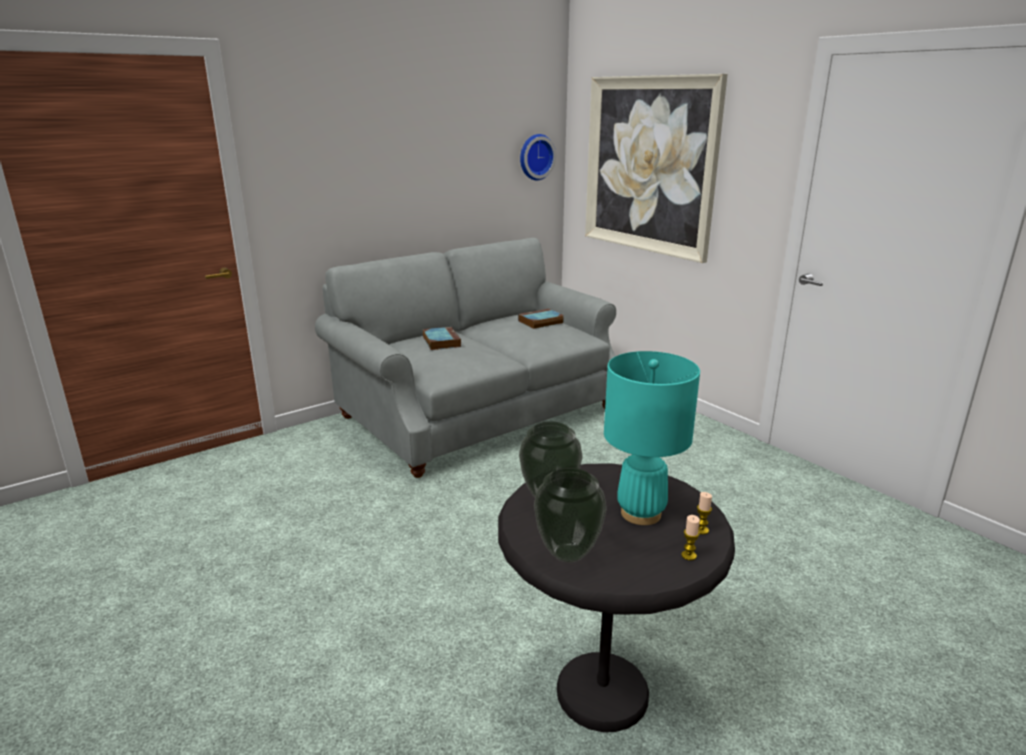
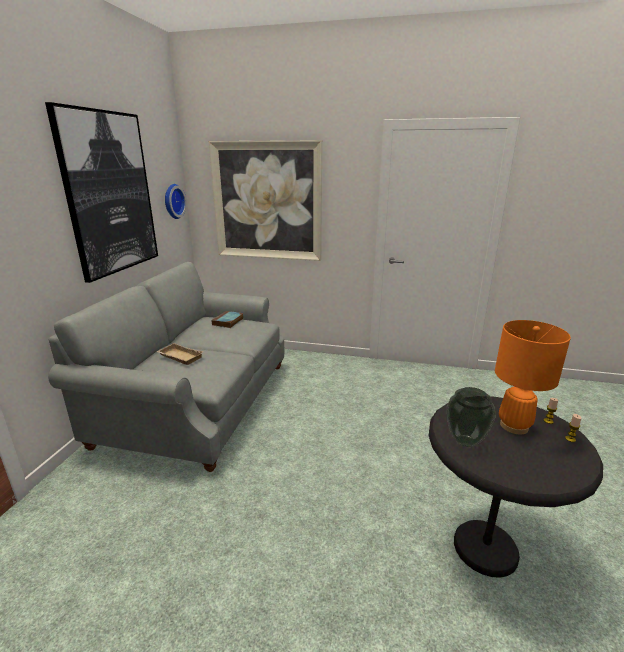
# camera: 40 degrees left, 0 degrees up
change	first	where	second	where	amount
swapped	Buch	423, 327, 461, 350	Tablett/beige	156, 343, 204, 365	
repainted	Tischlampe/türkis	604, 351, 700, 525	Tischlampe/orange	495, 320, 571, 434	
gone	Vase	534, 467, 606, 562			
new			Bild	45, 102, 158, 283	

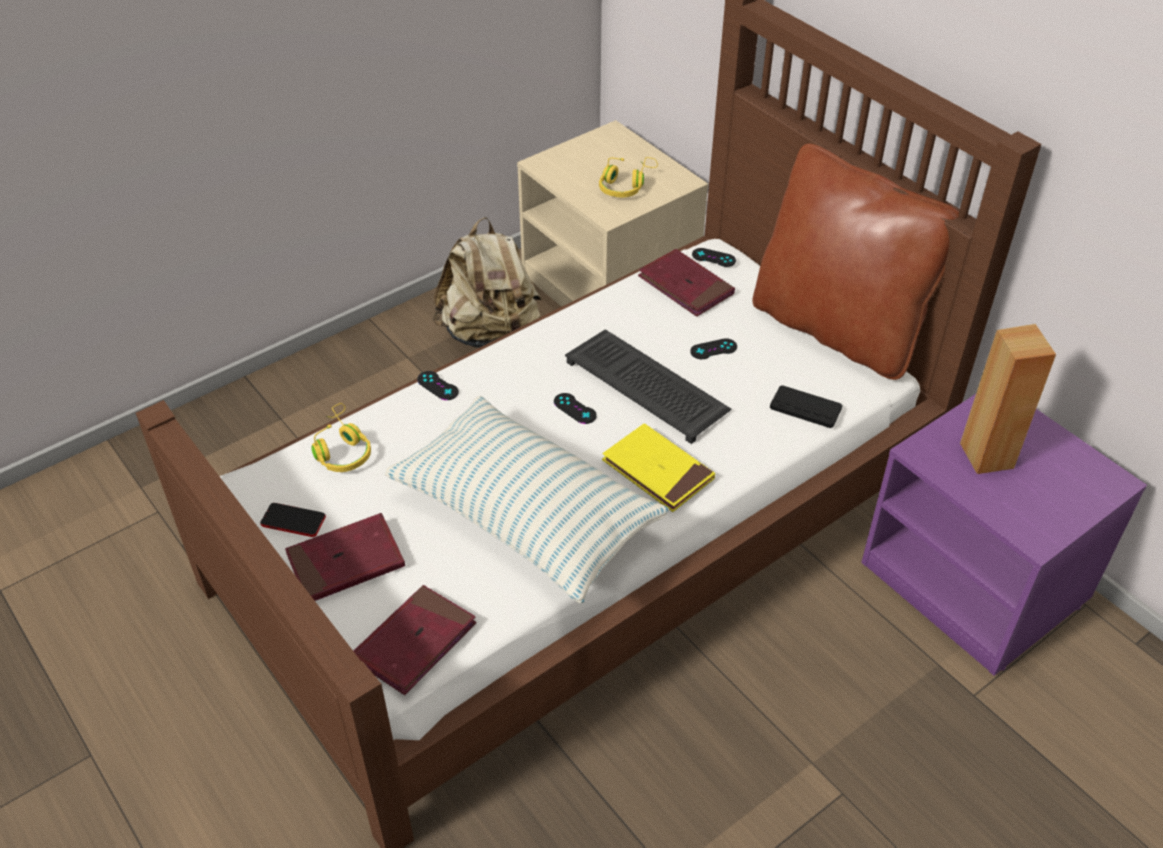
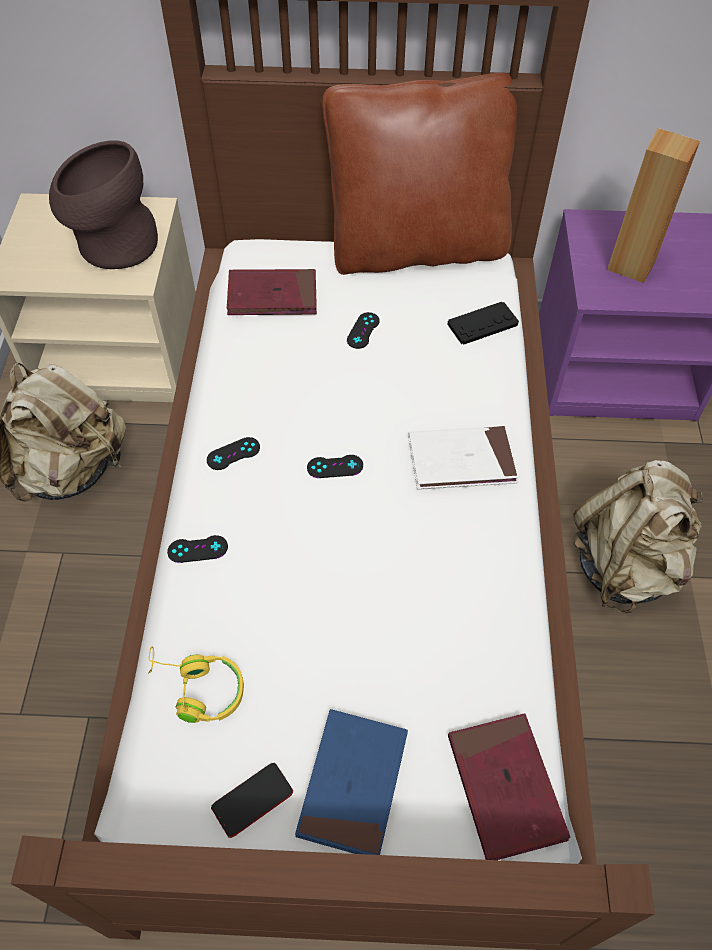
# camera: 50 degrees left, 10 degrees up
change	first	where	second	where	amount
swapped	Kopfhörer/gelb	599, 157, 658, 197	Vase/braun	49, 140, 158, 269	
shifted	Gamepad/schwarz	692, 248, 736, 267		207, 437, 260, 470	
gone	Tastatur	565, 329, 731, 444			
gone	Kissen	385, 396, 669, 604			
repainted	Buch/gelb	602, 423, 715, 512	Buch/weiß	408, 426, 520, 490	
repainted	Buch/rot	285, 513, 405, 601	Buch/blau	295, 709, 408, 855	
new			Rucksack/beige	573, 460, 702, 613	

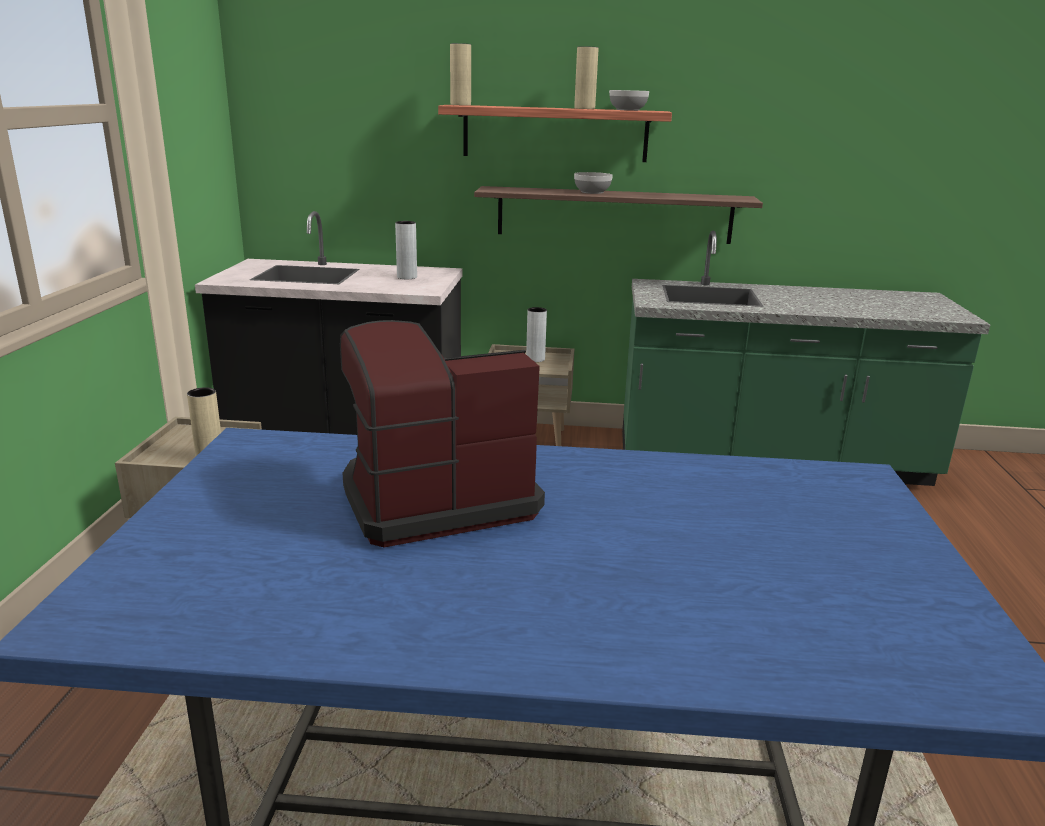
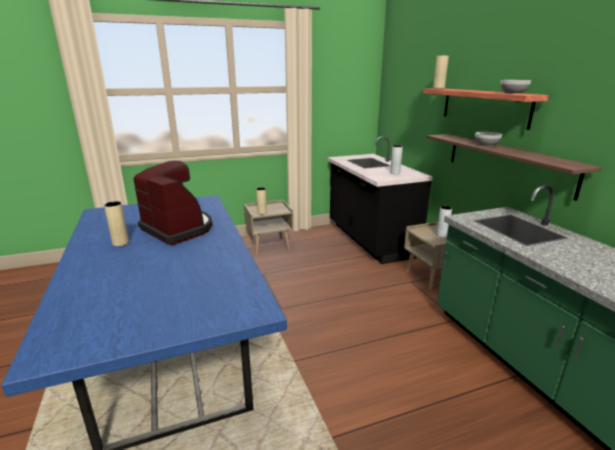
# camera: 65 degrees right, 0 degrees up
change	first	where	second	where	amount
shifted	Vase/beige	574, 46, 599, 109		104, 201, 129, 246	

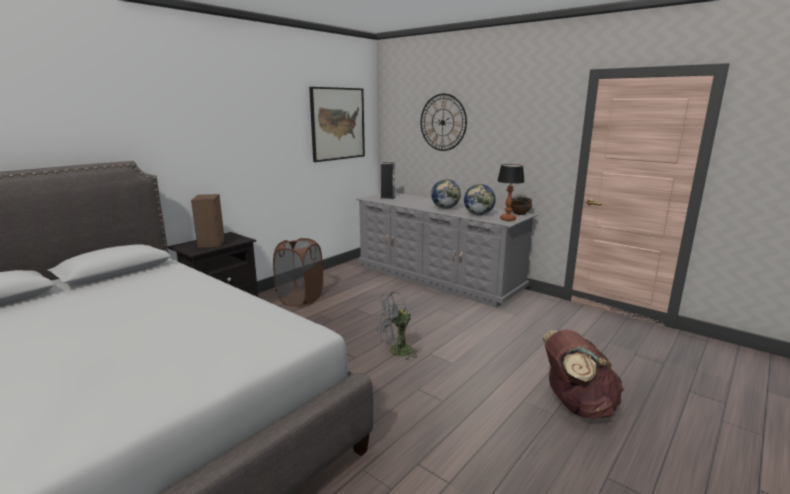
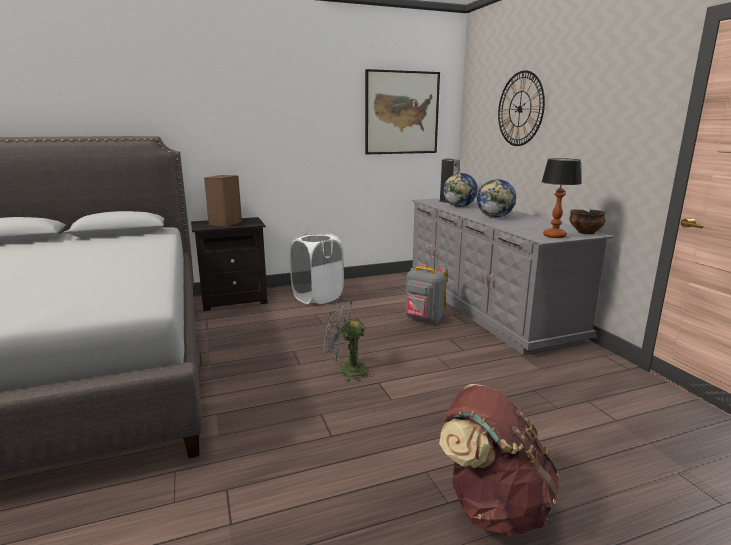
# camera: 30 degrees right, 0 degrees up
change	first	where	second	where	amount
shifted	Globus	464, 184, 496, 215		443, 173, 478, 207	
repainted	Wäschekorb/braun	273, 238, 323, 307	Wäschekorb/weiß	290, 233, 344, 304	
new			Rucksack/grau	405, 264, 447, 324	

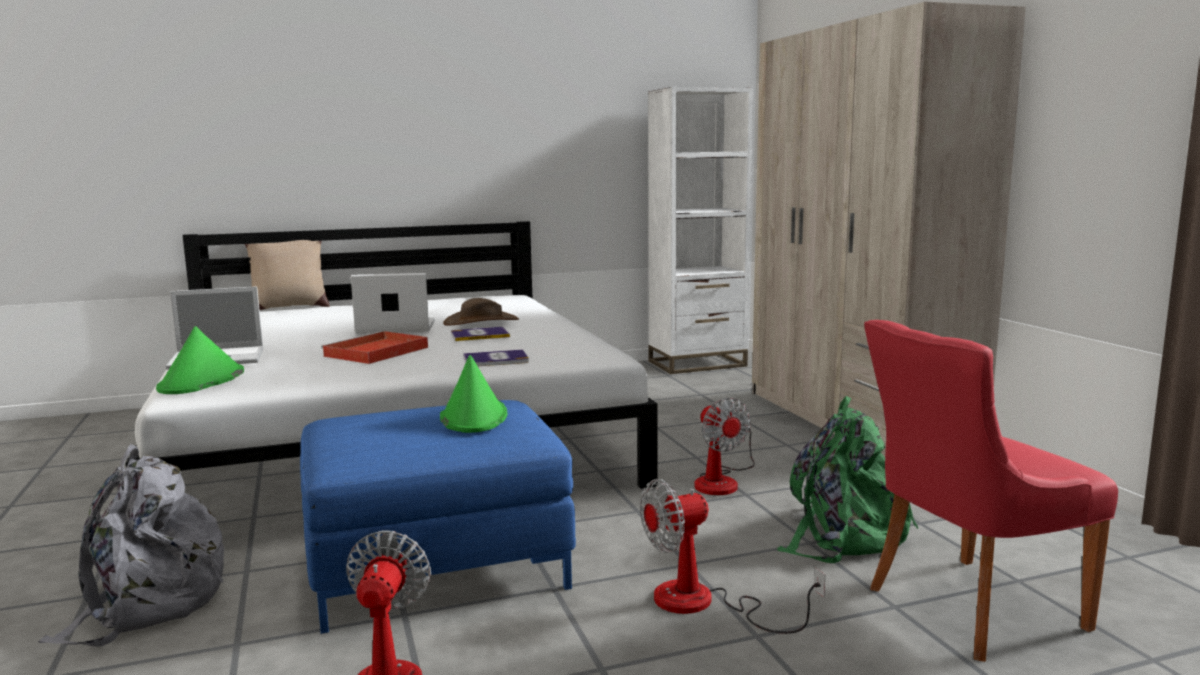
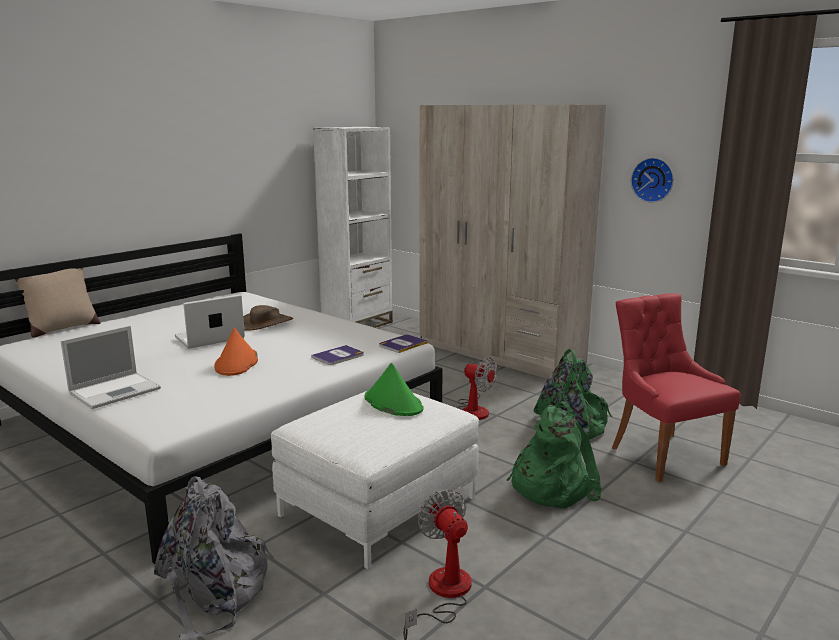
# camera: 30 degrees left, 5 degrees up
change	first	where	second	where	amount
rotated	Stuhl/rot	864, 320, 1118, 662		612, 293, 741, 482	120 degrees clockwise
gone	Hut/grün	156, 326, 244, 394			
shifted	Buch	451, 327, 510, 341		379, 335, 428, 353	
swapped	Tablett/rot	321, 331, 428, 364	Hut/orange	214, 327, 258, 376	
repainted	Polsterhocker/blau	300, 400, 576, 634	Polsterhocker/weiß	271, 391, 479, 569	
swapped	Ventilator	640, 479, 825, 634	Rucksack/grün	507, 401, 602, 508	
new			Wanduhr	631, 158, 674, 203	

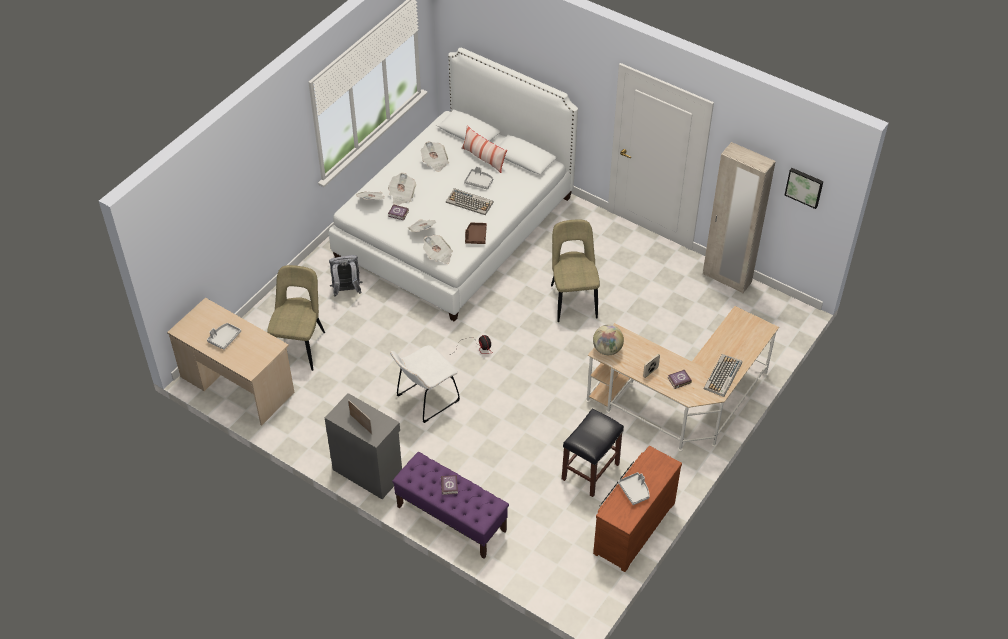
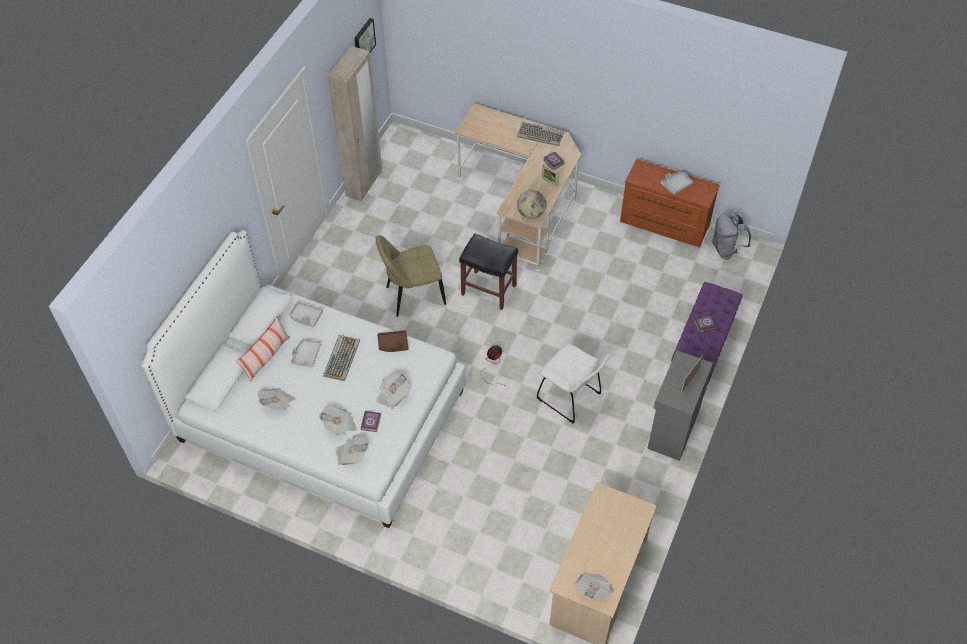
# camera: 100 degrees left, 5 degrees up
change	first	where	second	where	amount
shifted	Zeitung	423, 235, 453, 264		574, 572, 612, 599	
shifted	Rucksack/grau	329, 255, 362, 297		712, 212, 751, 259	
gone	Stuhl/beige	267, 265, 325, 371			
shifted	Tablett/grau	207, 323, 241, 350		290, 302, 323, 327	
shifted	Hocker/schwarz	562, 409, 624, 497		459, 233, 518, 310	

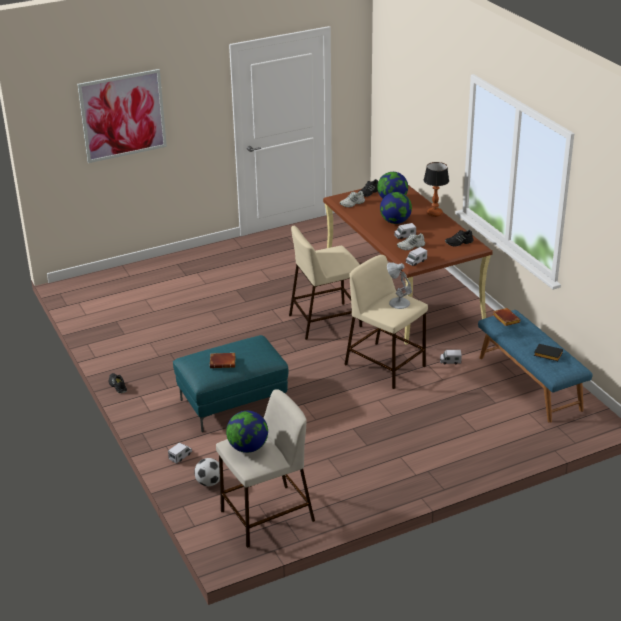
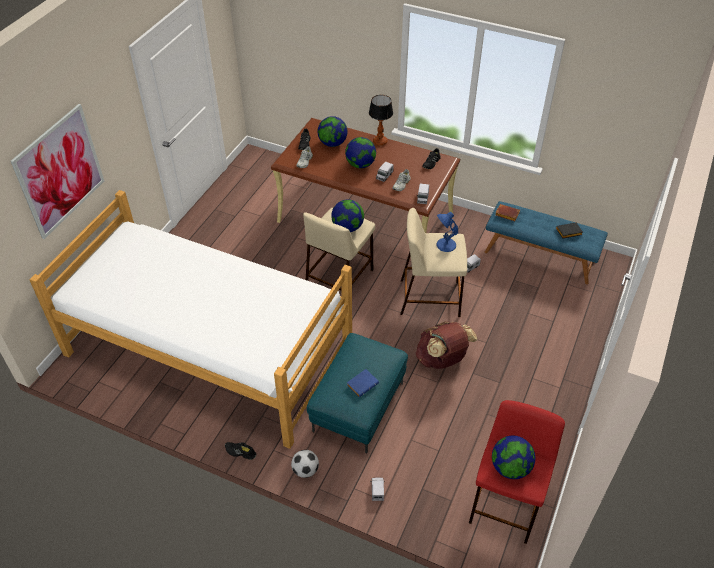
# camera: 40 degrees left, 15 degrees up
change	first	where	second	where	amount
repainted	Tischlampe/weiß	387, 262, 412, 309	Tischlampe/blau	436, 212, 458, 252	
repainted	Buch/braun	210, 353, 235, 368	Buch/blau	347, 369, 379, 397	
repainted	Hocker/beige	216, 389, 315, 548	Hocker/rot	469, 400, 565, 544	
shifted	Fußball	194, 458, 220, 486		291, 450, 319, 478	
new			Bett	29, 190, 352, 449	
new			Globus	331, 199, 364, 232	
new			Rucksack/braun	416, 321, 477, 369	

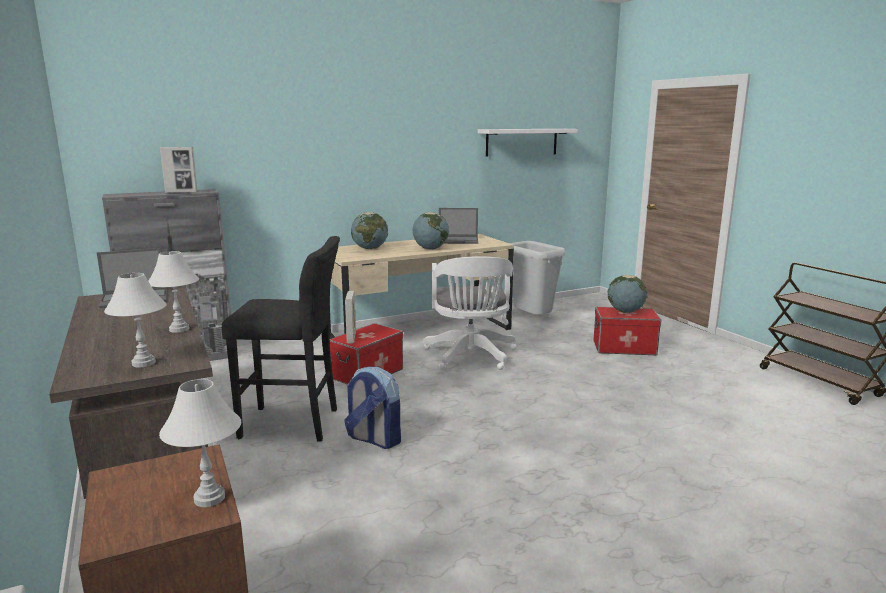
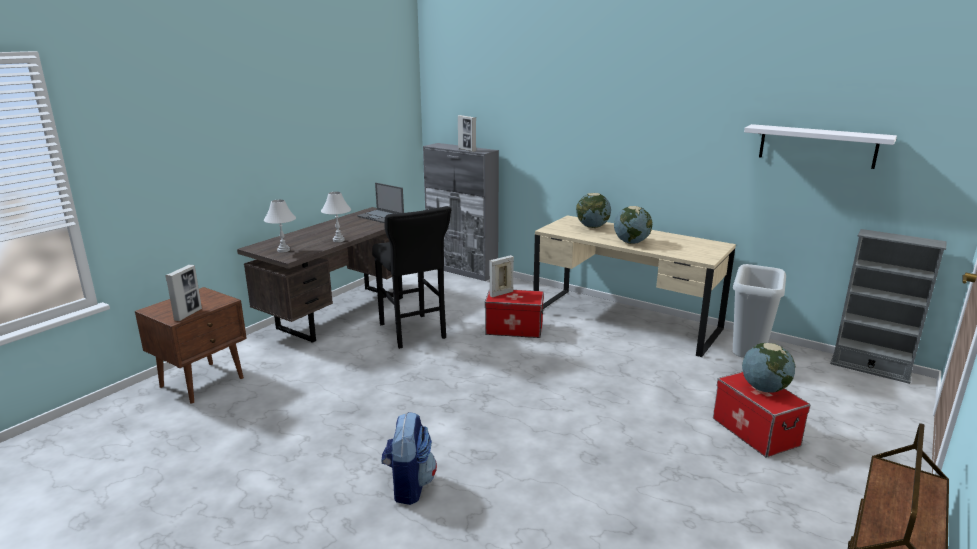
# camera: 60 degrees right, 5 degrees up
change	first	where	second	where	amount
gone	Laptop	439, 208, 478, 244			
gone	Bürostuhl/weiß	423, 256, 517, 370			
shifted	Rucksack	344, 367, 401, 449		381, 412, 437, 505	
swapped	Tischlampe/weiß	159, 379, 241, 507	Bilderrahmen	165, 265, 202, 321	
new			Bücherregal/grau	830, 229, 947, 384	

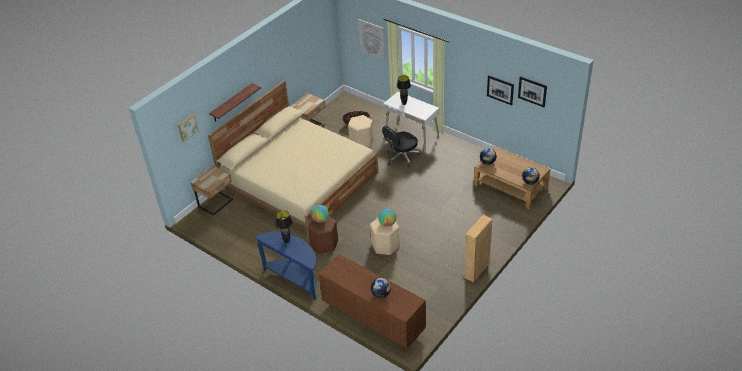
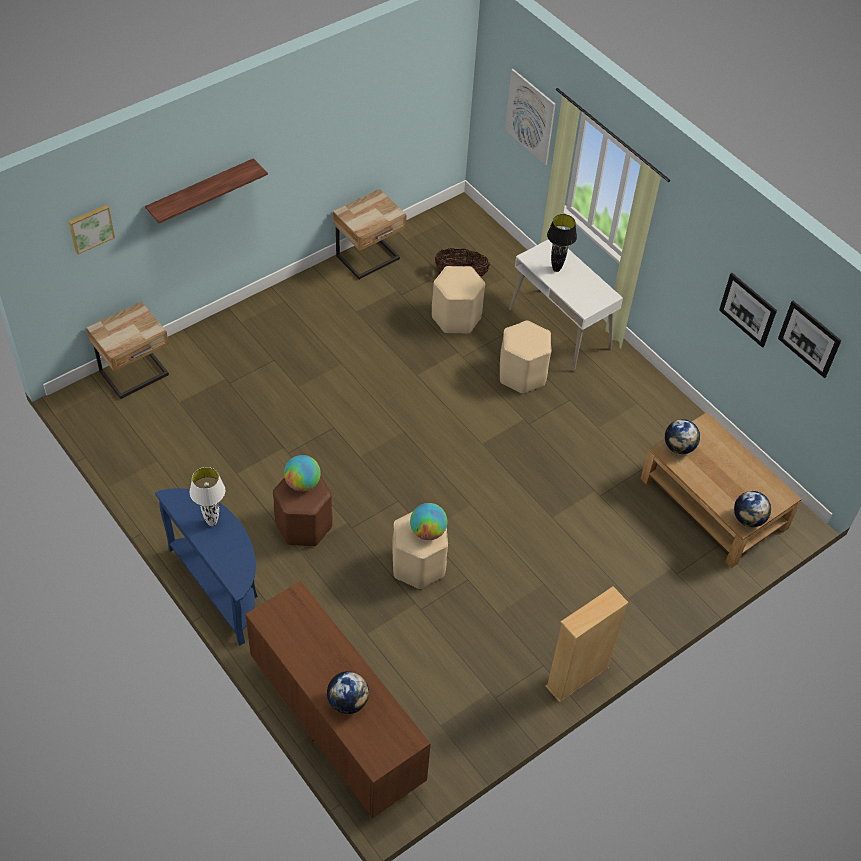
# camera: 10 degrees right, 10 degrees up
change	first	where	second	where	amount
gone	Bett/beige	208, 80, 379, 236			
swapped	Bürostuhl/schwarz	382, 126, 421, 168	Hocker/beige	500, 320, 551, 394	
repainted	Tischlampe/schwarz	275, 211, 293, 243	Tischlampe/weiß	190, 467, 225, 526	

